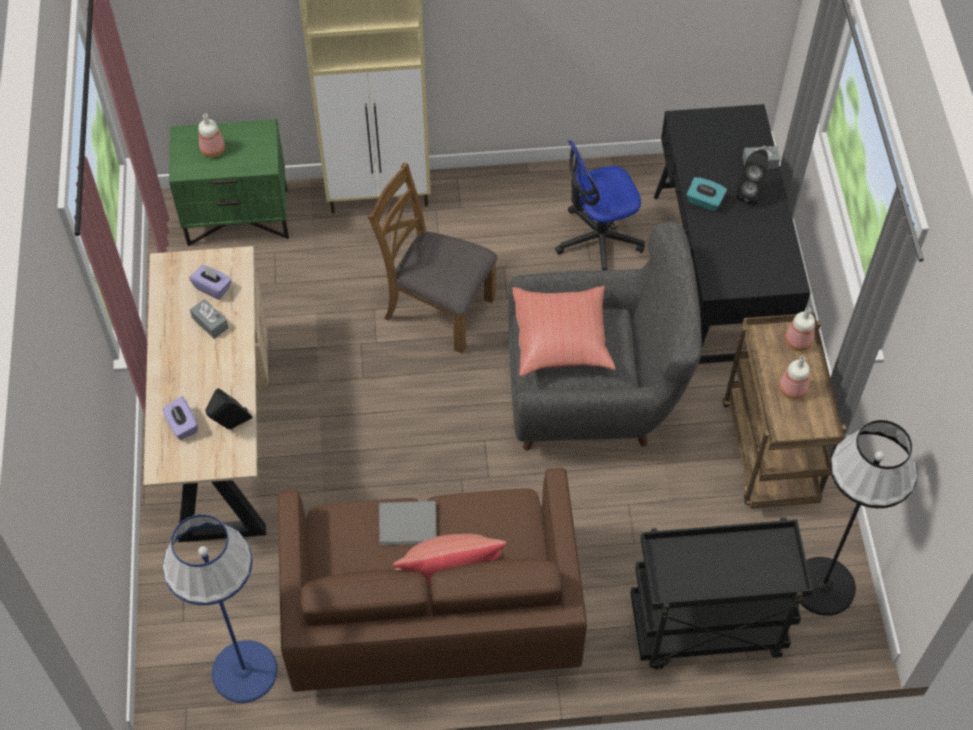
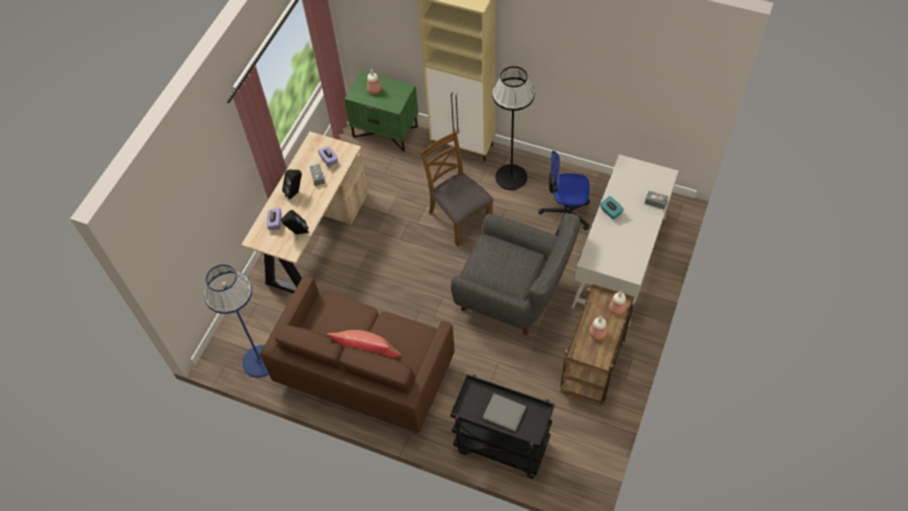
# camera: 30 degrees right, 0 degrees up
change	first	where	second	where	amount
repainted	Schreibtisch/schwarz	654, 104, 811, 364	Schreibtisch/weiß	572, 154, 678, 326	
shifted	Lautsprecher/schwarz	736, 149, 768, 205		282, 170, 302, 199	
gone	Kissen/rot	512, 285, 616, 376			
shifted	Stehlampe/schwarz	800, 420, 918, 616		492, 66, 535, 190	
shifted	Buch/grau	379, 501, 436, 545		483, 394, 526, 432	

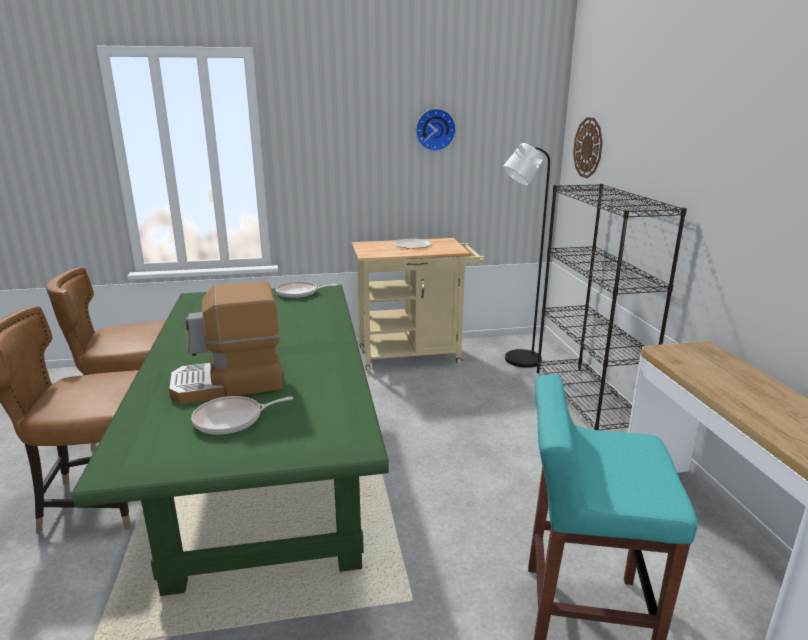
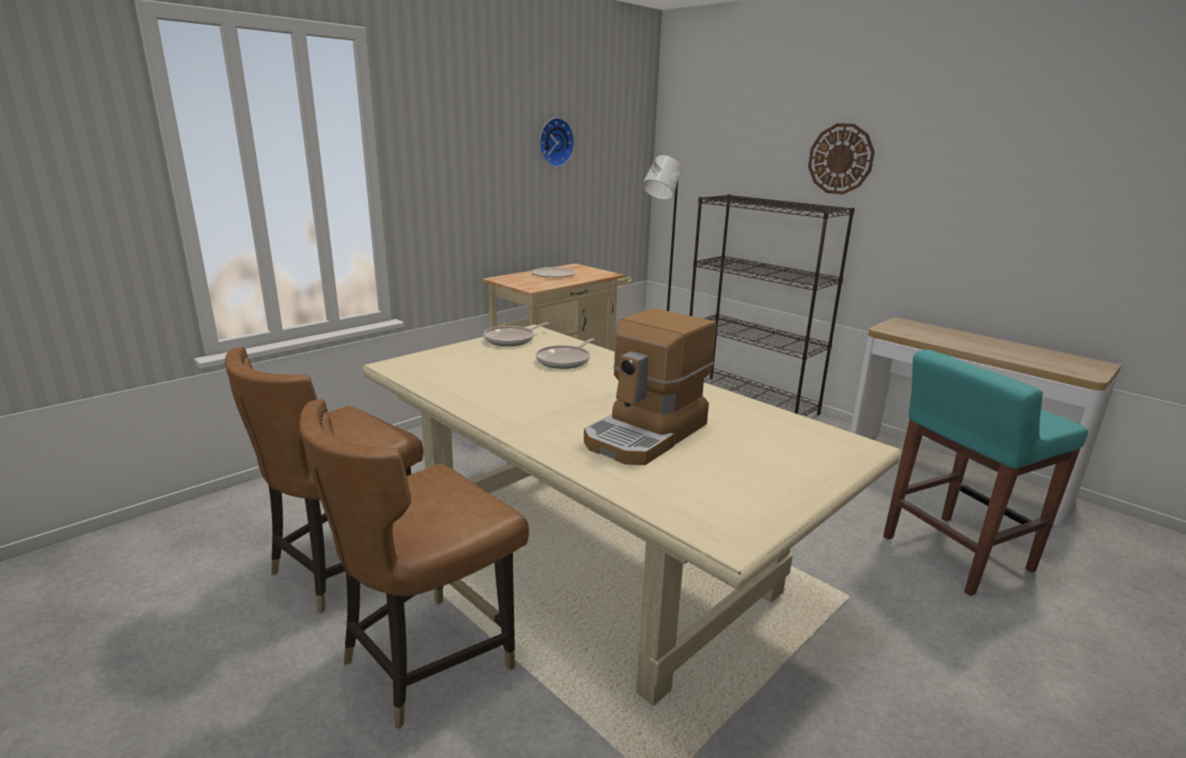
# camera: 35 degrees left, 0 degrees up
change	first	where	second	where	amount
shifted	Wanduhr	573, 117, 603, 178		808, 123, 875, 194	
repainted	Esstisch/grün	71, 285, 389, 596	Esstisch/beige	363, 325, 901, 706	
shifted	Pfanne	191, 396, 293, 435		536, 338, 594, 369	

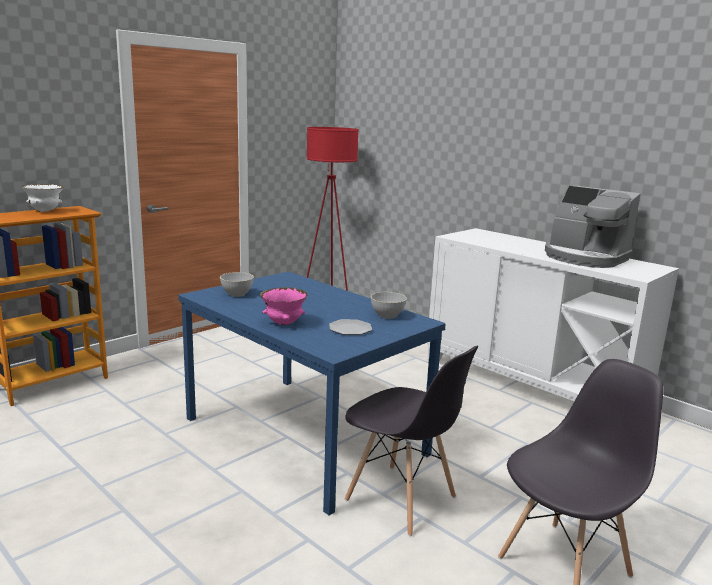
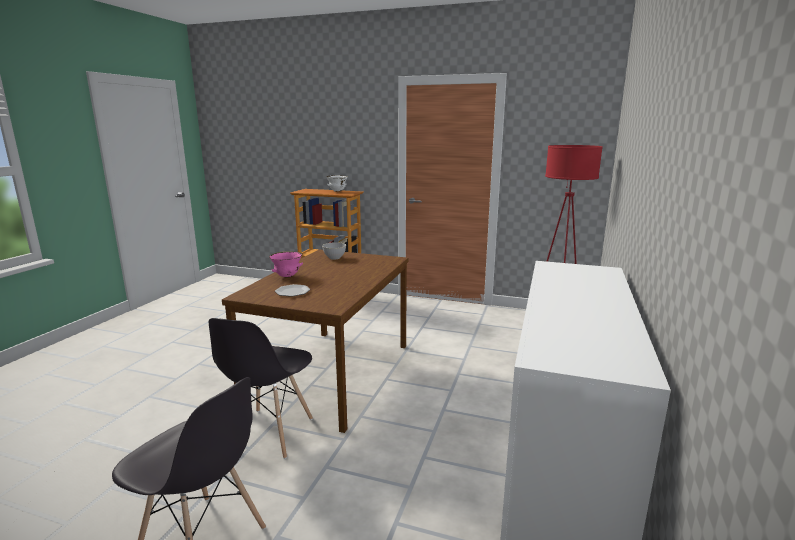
# camera: 65 degrees right, 0 degrees up
change	first	where	second	where	amount
gone	Kaffeemaschine	545, 186, 640, 268			
repainted	Esstisch/blau	178, 272, 445, 515	Esstisch/braun	222, 250, 408, 433	
gone	Schüssel/grau	371, 292, 407, 319			

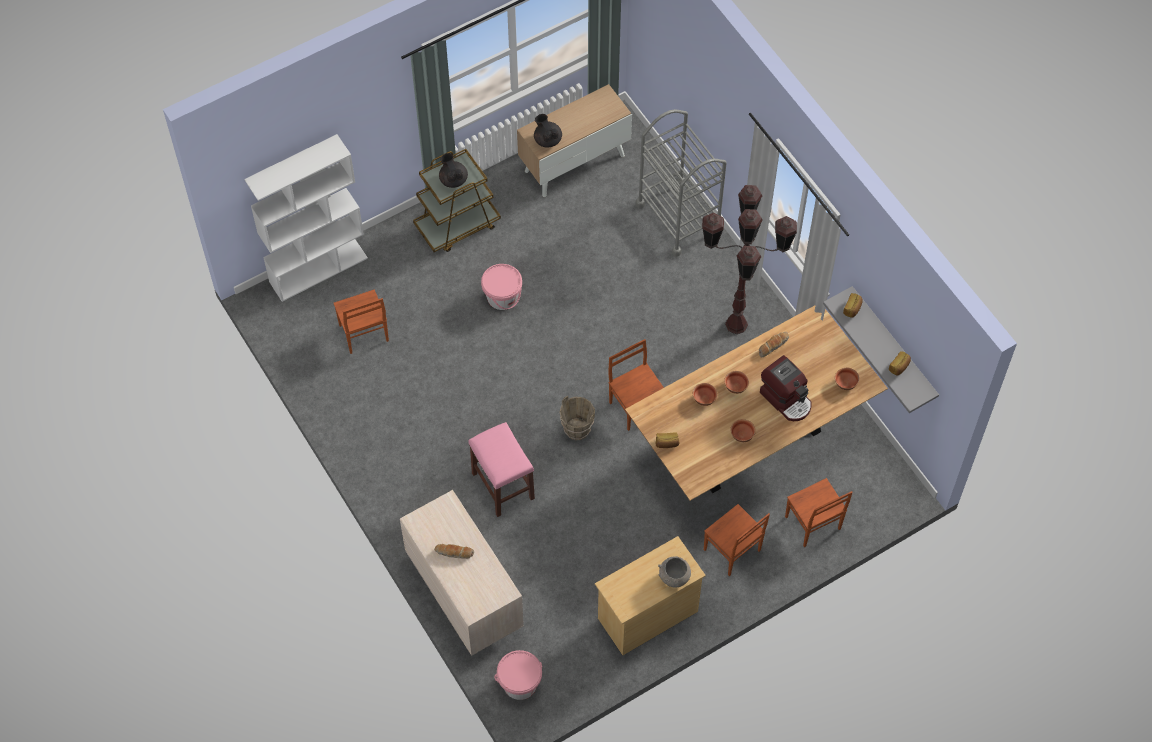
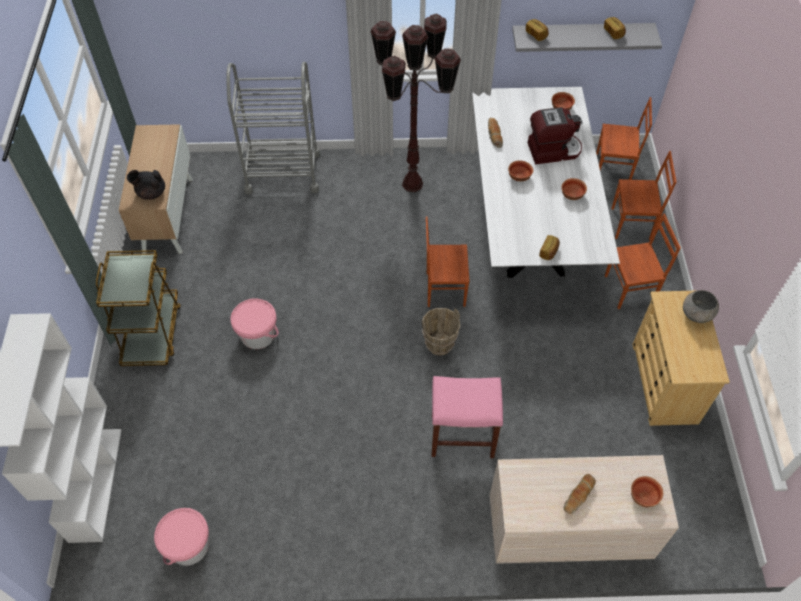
# camera: 60 degrees left, 5 degrees down
change	first	where	second	where	amount
gone	Teekanne/schwarz	439, 153, 468, 188			
shifted	Stuhl/braun	334, 289, 389, 354		596, 97, 652, 180	
repainted	Esstisch/braun	625, 305, 888, 501	Esstisch/weiß	472, 87, 620, 278	
shifted	Schüssel	693, 383, 718, 406		631, 476, 663, 507	
shifted	Eimer/rosa	494, 650, 542, 700		154, 508, 209, 566	

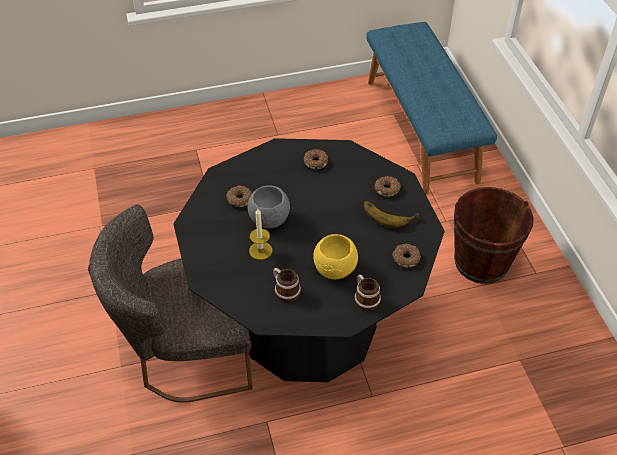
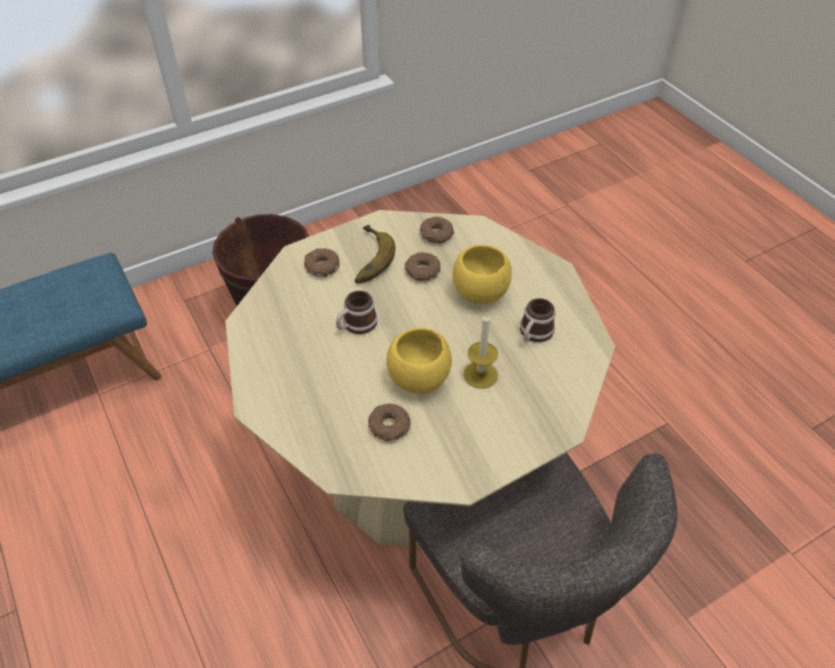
# camera: 105 degrees left, 0 degrees up
change	first	where	second	where	amount
repainted	Esstisch/schwarz	173, 138, 445, 382	Esstisch/beige	225, 210, 615, 548	
shifted	Donut	304, 149, 328, 170		405, 252, 441, 281	
repainted	Schüssel/grau	248, 185, 290, 228	Schüssel/gelb	386, 327, 452, 394	
shifted	Henkelbecher	355, 274, 381, 310		336, 291, 378, 334	

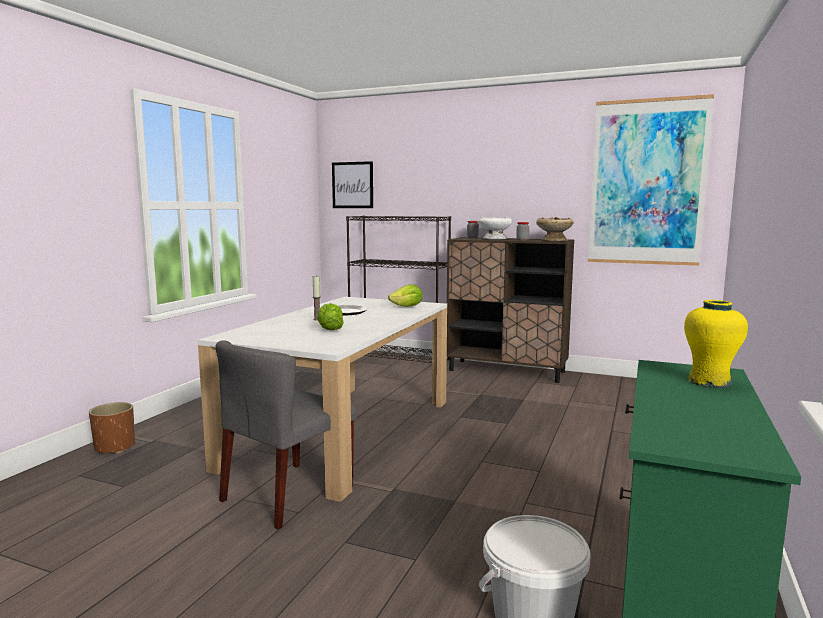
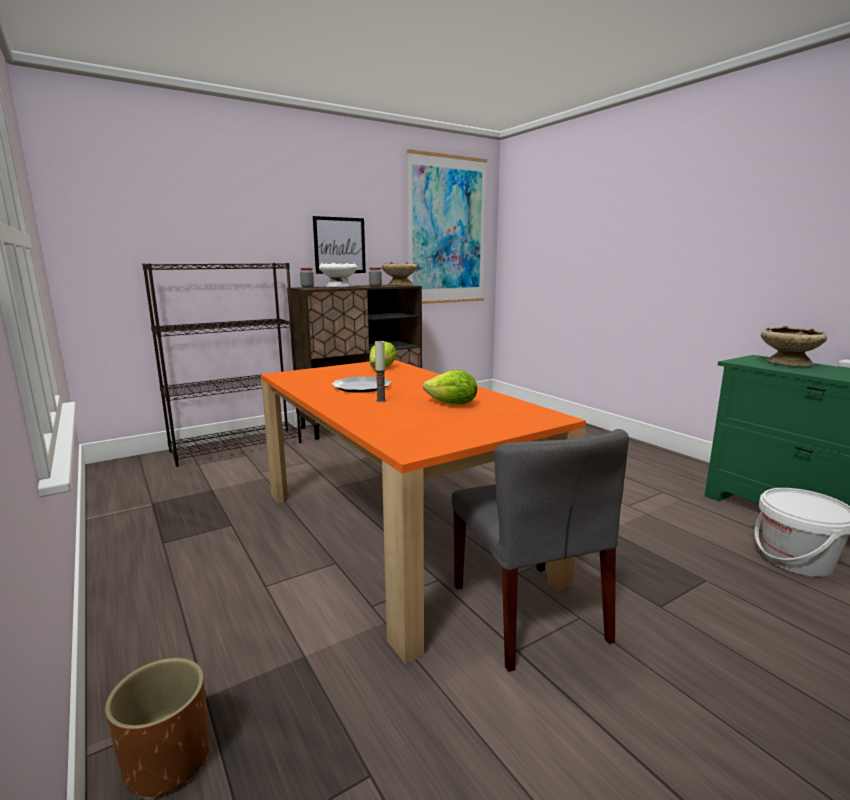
# camera: 55 degrees left, 5 degrees up
change	first	where	second	where	amount
shifted	Bild	332, 161, 373, 208		313, 216, 366, 274	
repainted	Esstisch/weiß	198, 297, 447, 502	Esstisch/orange	261, 360, 586, 664	
swapped	Vase/gelb	684, 300, 748, 388	Schüssel/beige	761, 326, 827, 367	

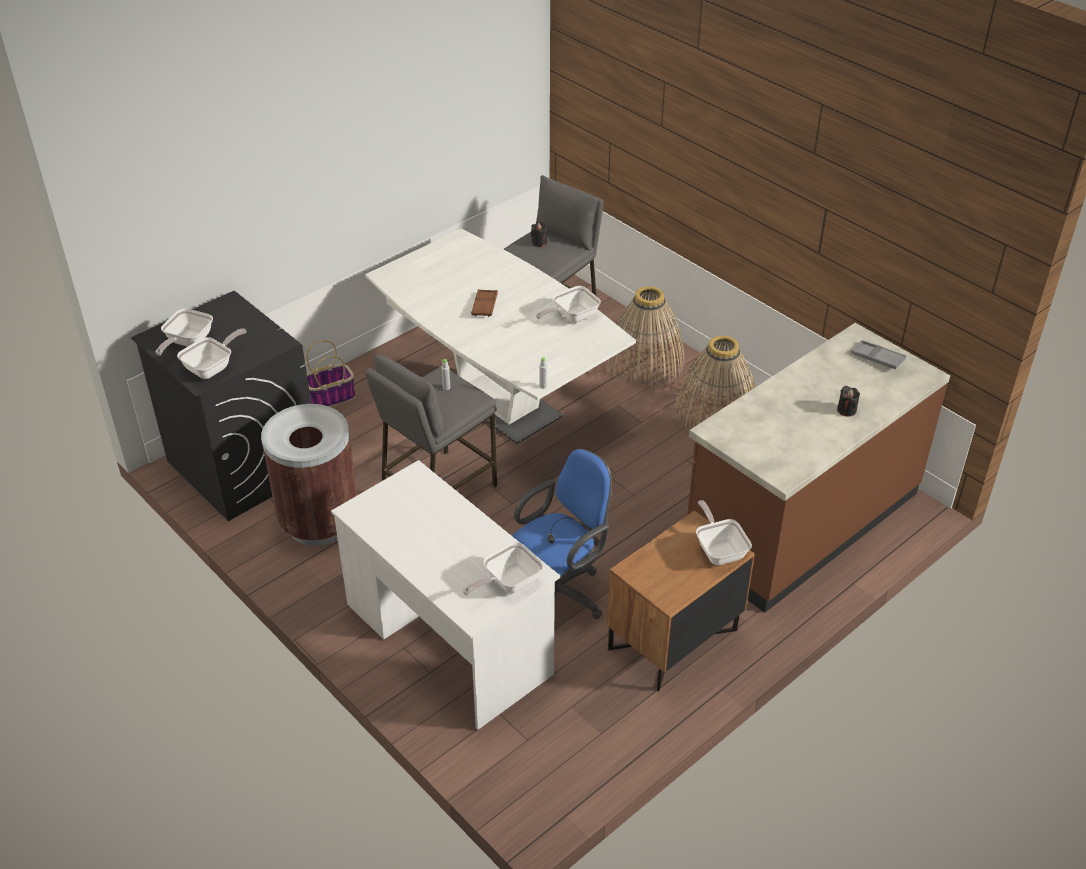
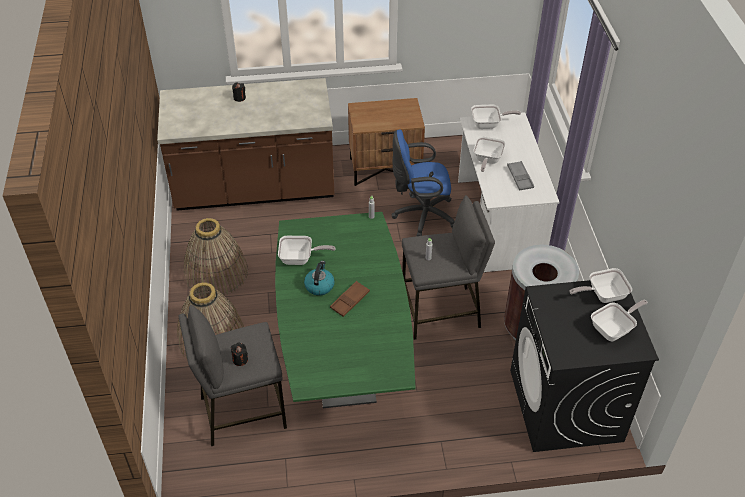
# camera: 145 degrees left, 5 degrees up
change	first	where	second	where	amount
repainted	Esstisch/weiß	365, 229, 636, 444	Esstisch/grün	275, 212, 415, 408	
gone	Korb	306, 340, 356, 407			
shifted	Tablett/grau	851, 340, 907, 369		507, 161, 534, 191	
shifted	Pfanne	696, 500, 752, 565		473, 136, 505, 172	
new			Wasserkessel	304, 261, 334, 296	

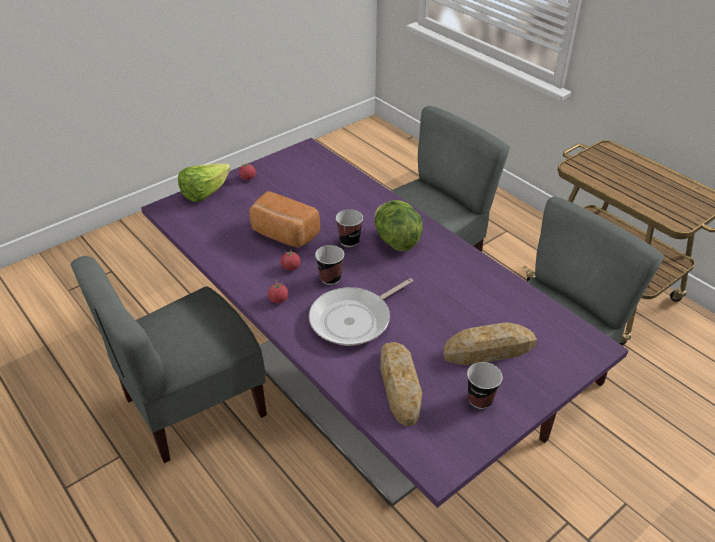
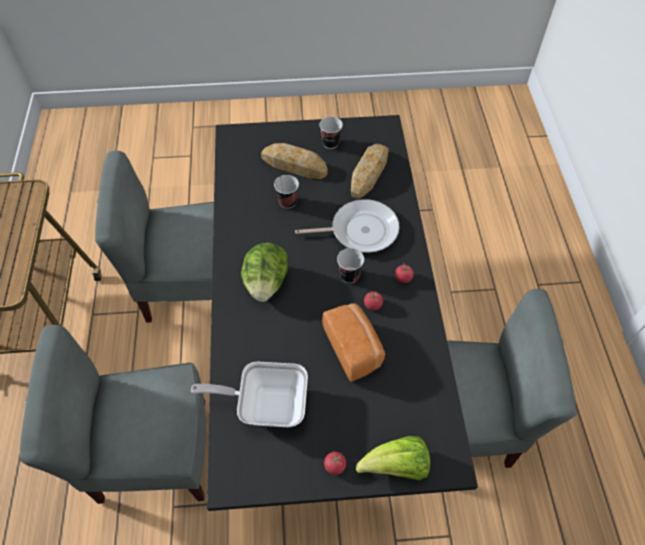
# camera: 145 degrees left, 15 degrees up
change	first	where	second	where	amount
repainted	Esstisch/lila	141, 138, 629, 508	Esstisch/schwarz	207, 115, 478, 511	
shifted	Tasse	336, 209, 363, 247		274, 175, 299, 209	
new			Pfanne	191, 362, 308, 427	

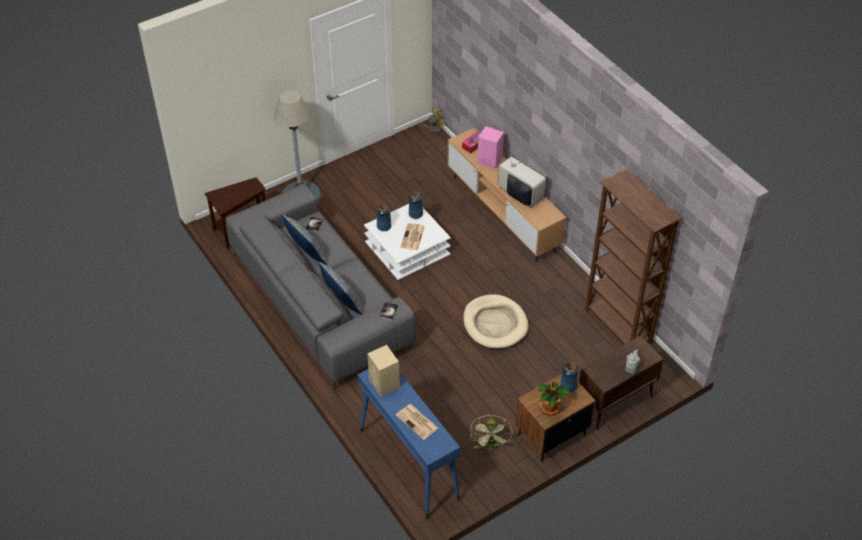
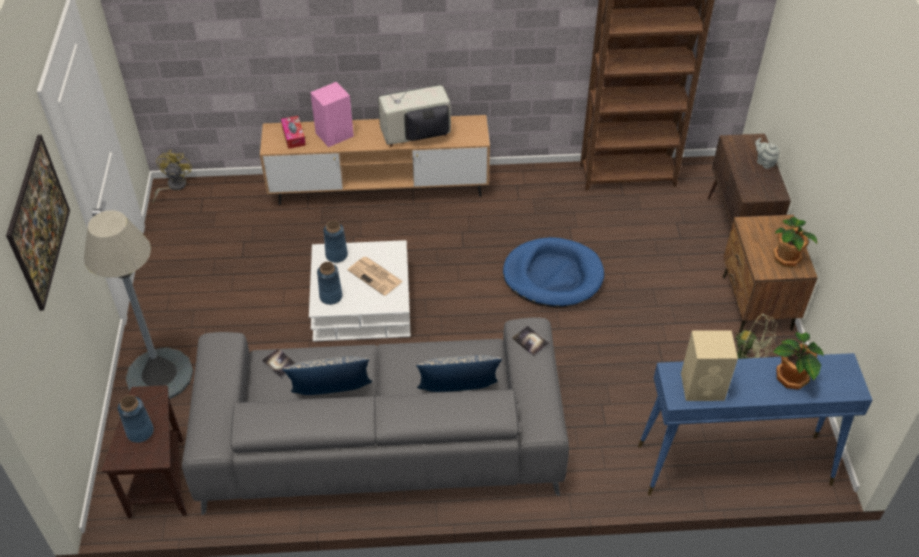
# camera: 60 degrees left, 0 degrees up
change	first	where	second	where	amount
repainted	Hundebett/beige	463, 294, 529, 349	Hundebett/blau	503, 237, 604, 307	
shifted	Vase/blau	560, 362, 578, 393		118, 395, 154, 443	
swapped	Zeitung	396, 404, 438, 440	Topfpflanze	773, 332, 824, 389	
new			Bild	6, 135, 70, 311	

